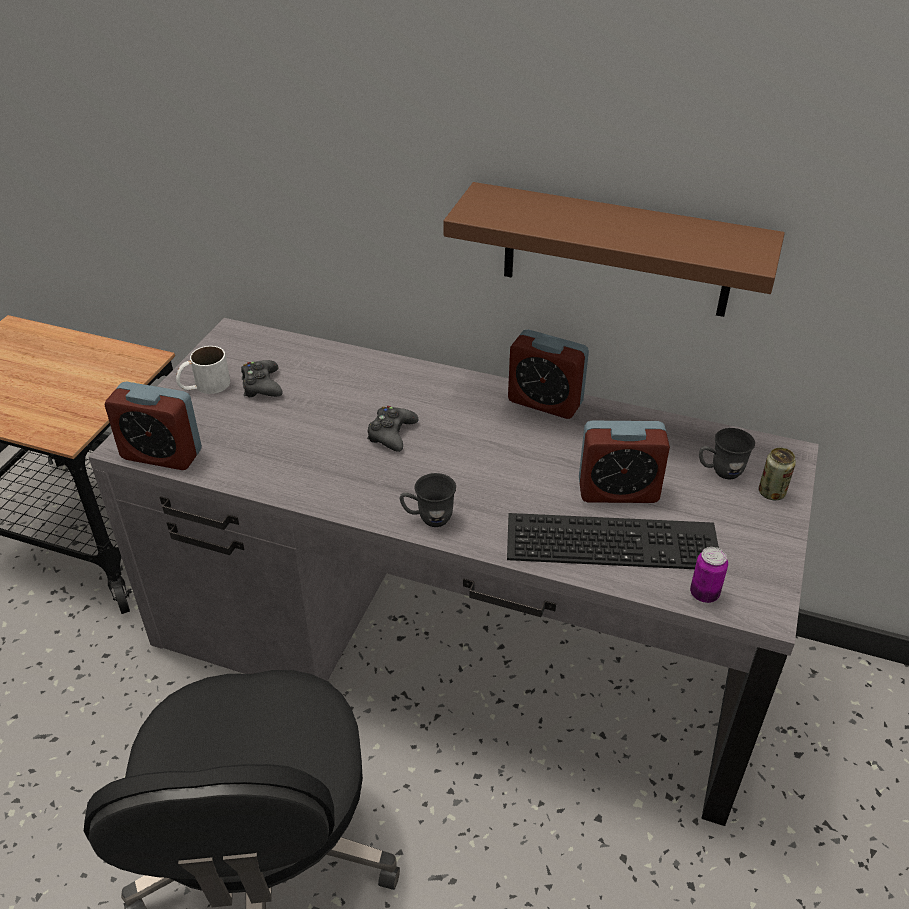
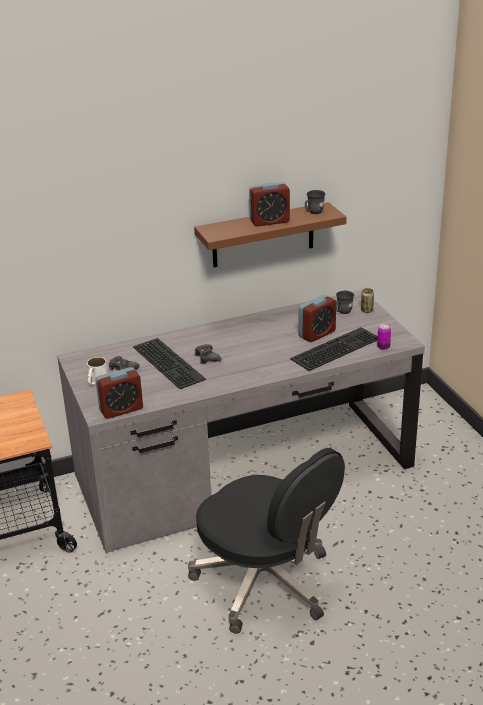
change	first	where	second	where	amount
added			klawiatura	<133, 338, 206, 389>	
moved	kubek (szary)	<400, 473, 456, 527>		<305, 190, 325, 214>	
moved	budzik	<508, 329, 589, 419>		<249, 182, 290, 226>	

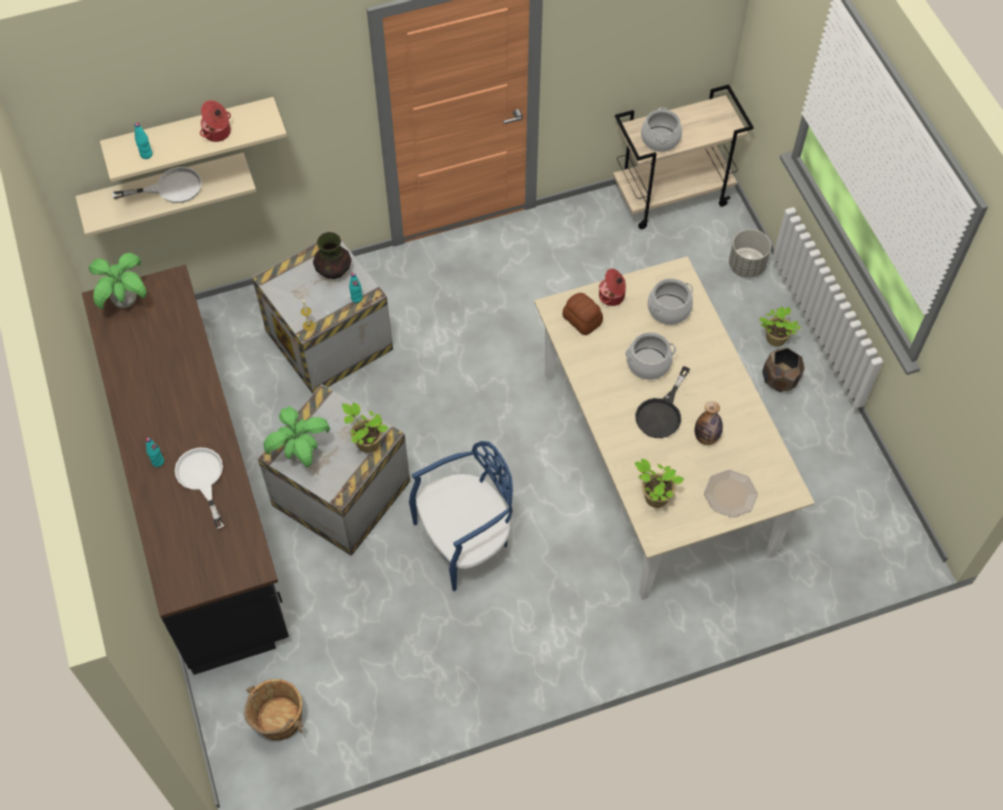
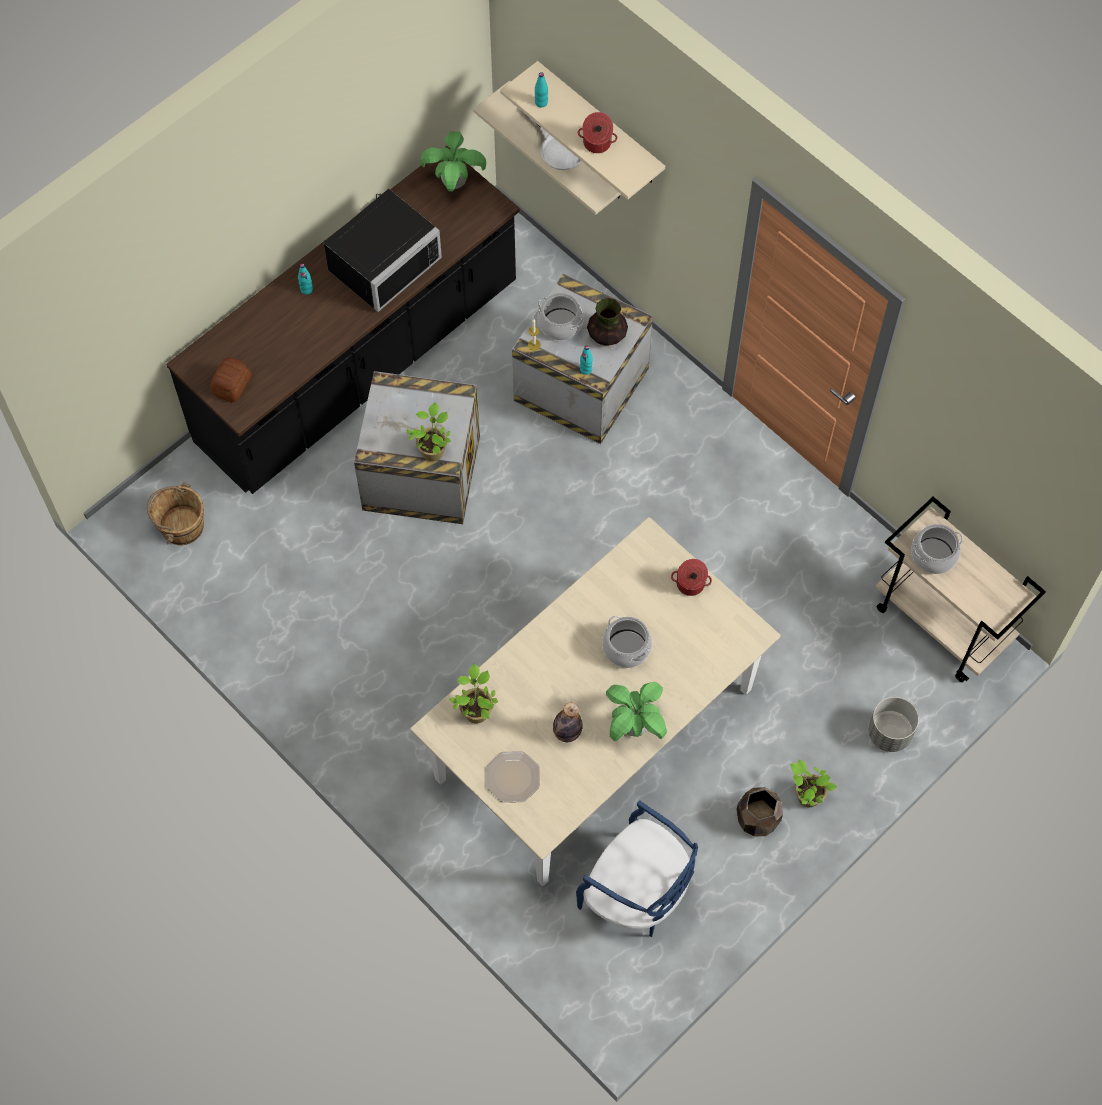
change	first	where	second	where	amount
removed	patelnia (biały)	<175, 448, 224, 529>			
removed	patelnia (czarny)	<635, 366, 690, 438>			
added			mikrofalówka (czarny)	<324, 189, 442, 312>	
moved	roślina doniczkowa	<263, 406, 330, 467>		<606, 682, 667, 741>	
moved	krzesło (niebieski)	<409, 441, 513, 591>		<576, 801, 698, 937>	
moved	chleb	<562, 293, 603, 335>		<211, 357, 252, 402>	
moved	garnek	<648, 278, 693, 325>		<538, 293, 583, 340>	

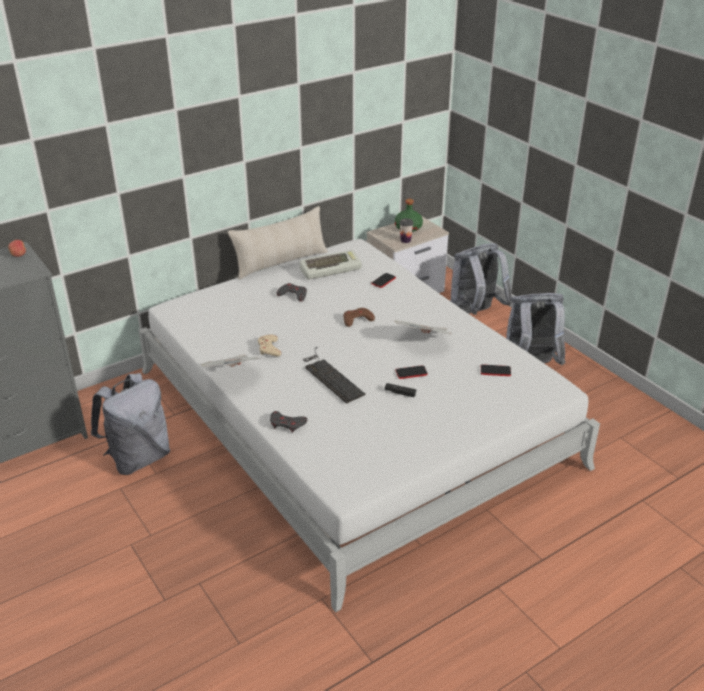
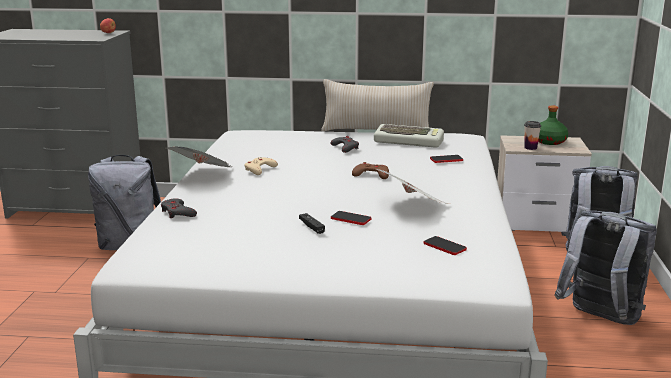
change	first	where	second	where	amount
removed	klawiatura	<304, 347, 366, 404>			

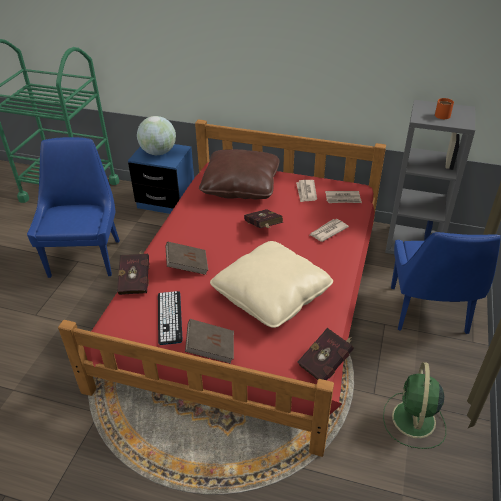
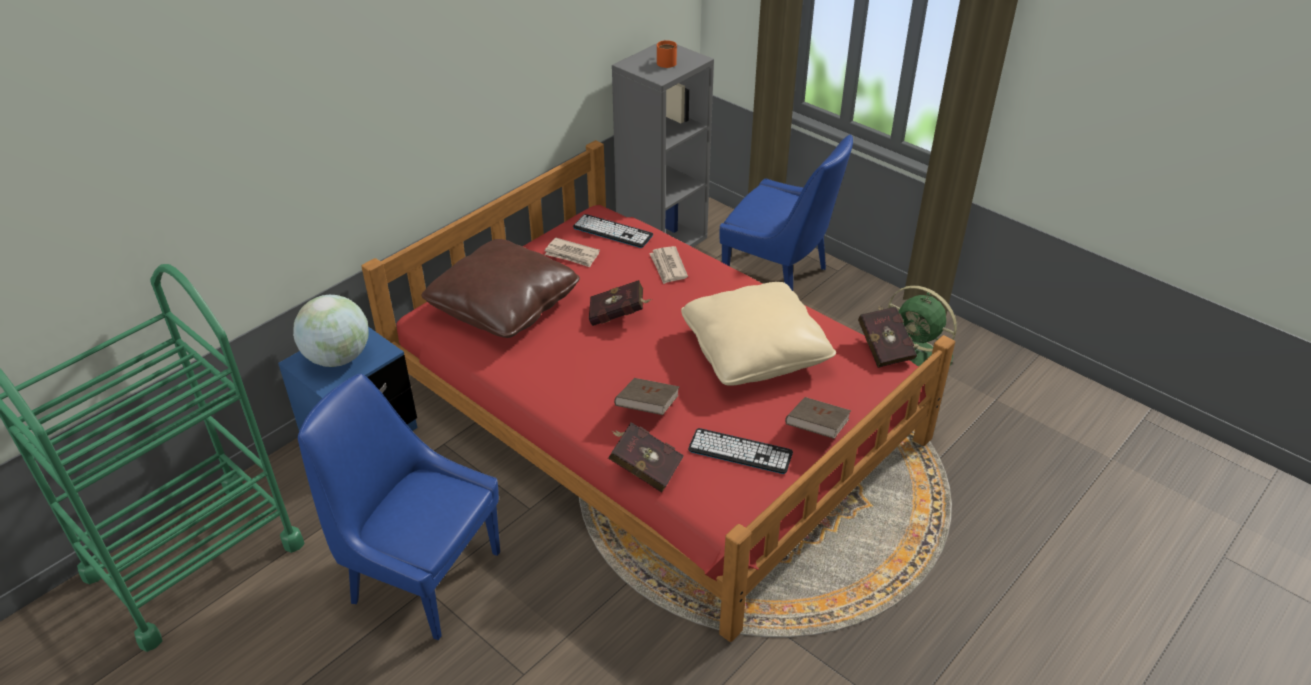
change	first	where	second	where	amount
replaced	gazeta	<325, 191, 362, 203>	klawiatura	<573, 214, 653, 248>	

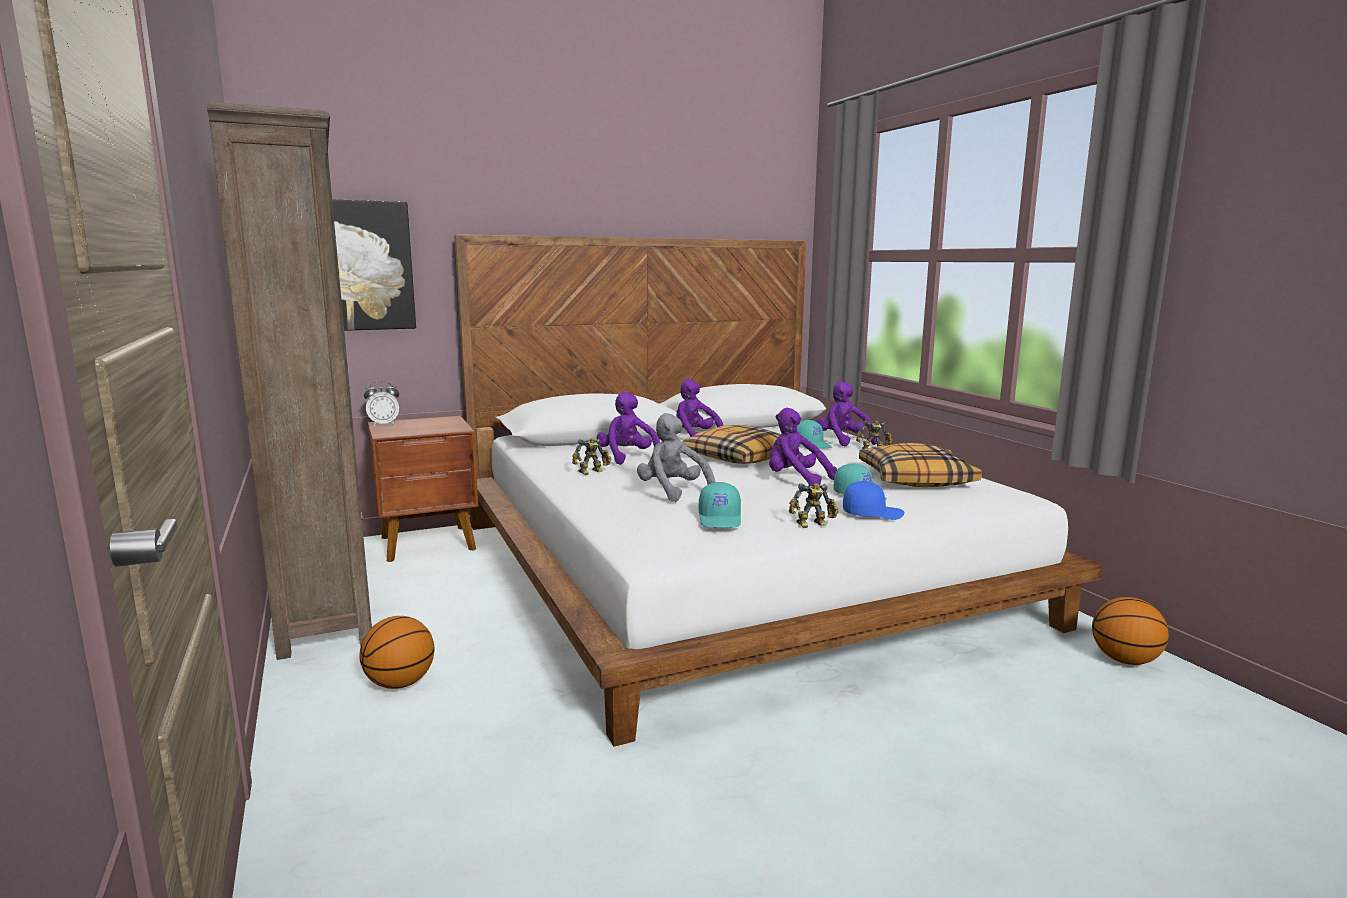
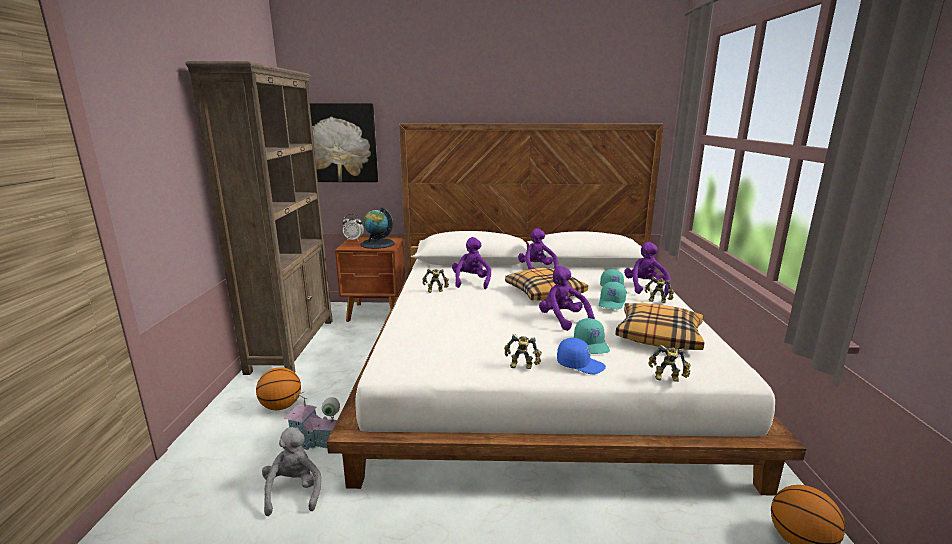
change	first	where	second	where	amount
added			domek	<284, 392, 340, 450>	
added			globus	<360, 207, 395, 249>	
added			robot zabawkowy	<648, 345, 691, 382>	
moved	pluszak (szary)	<637, 413, 716, 502>		<262, 427, 321, 516>	
moved	czapka z daszkiem (turkusowy)	<699, 482, 741, 527>		<599, 282, 626, 309>	

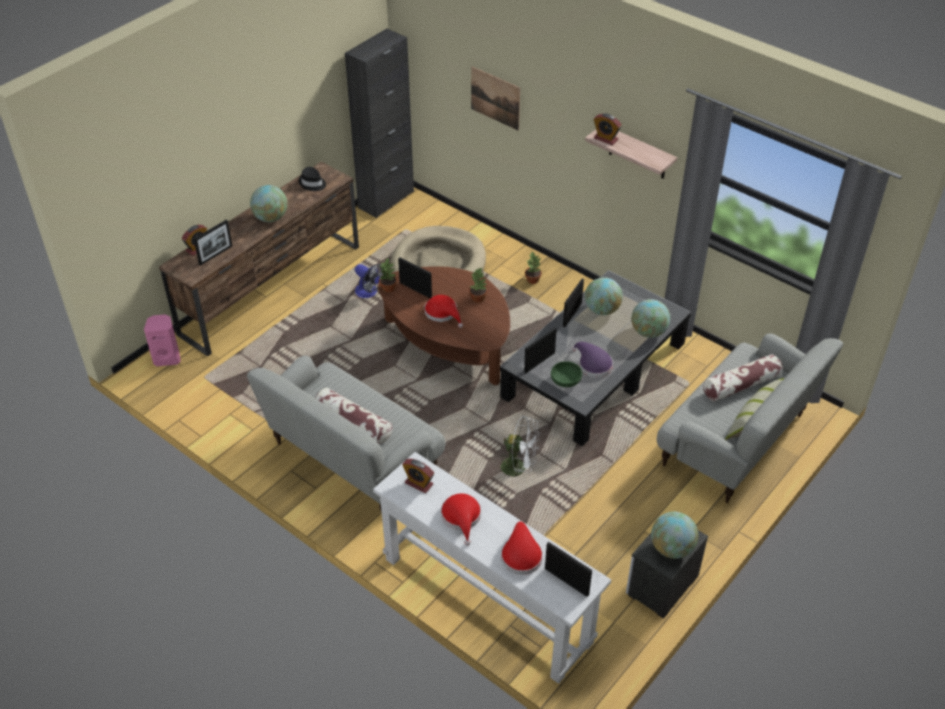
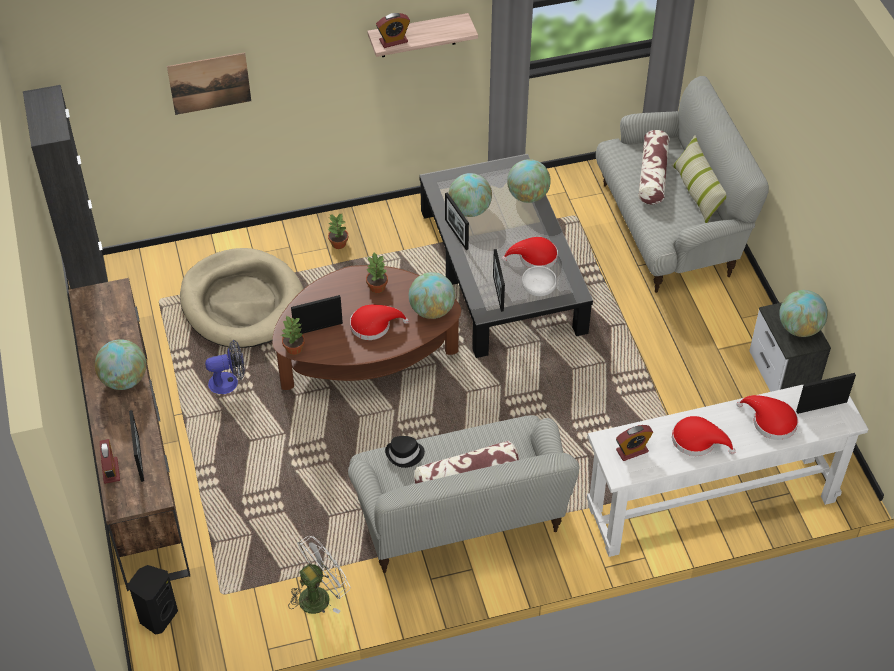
change	first	where	second	where	amount
added			globus	<409, 272, 455, 319>	
moved	kapelusz (czarny)	<299, 167, 326, 191>		<385, 436, 425, 468>	
moved	wentylator (biały)	<499, 416, 540, 478>		<288, 536, 350, 614>	
recoloured	głośnik (różowy)	<144, 314, 181, 367>	głośnik (czarny)	<130, 565, 178, 635>	
recoloured	miska (zielony)	<551, 361, 582, 387>	miska (biały)	<522, 266, 557, 296>	
recoloured	kapelusz (fioletowy)	<571, 342, 613, 377>	kapelusz (czerwony)	<502, 237, 558, 268>	

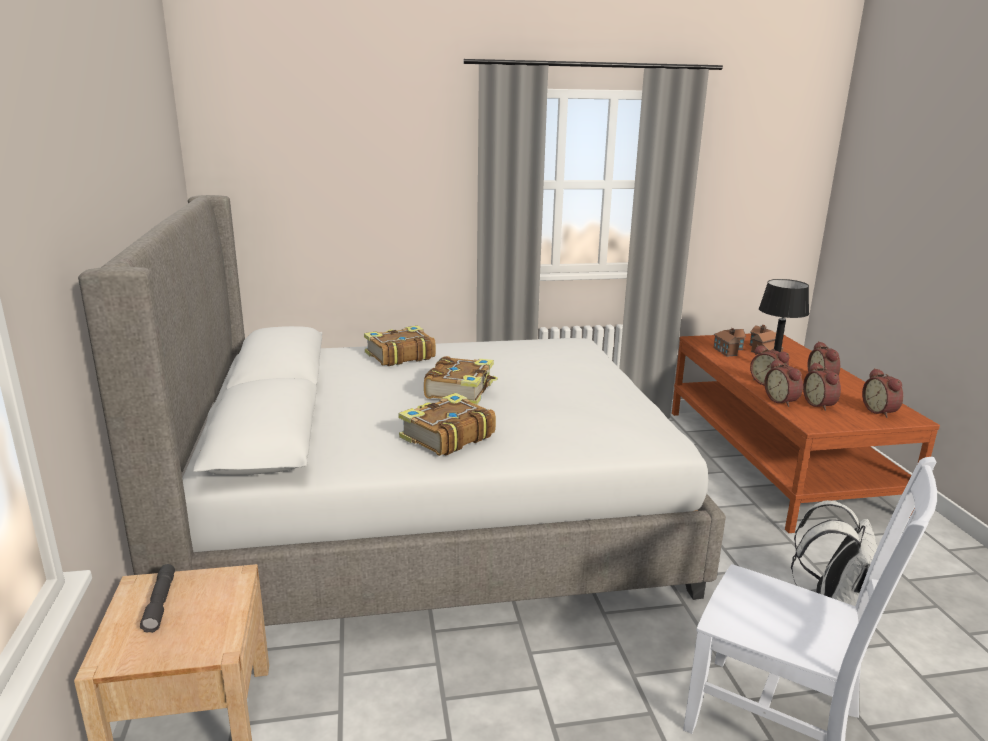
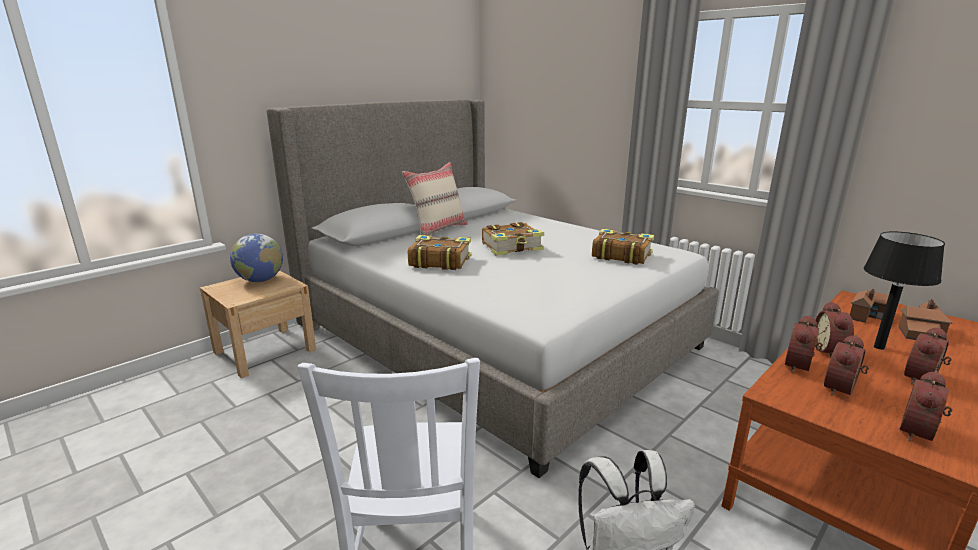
change	first	where	second	where	amount
added			poduszka (beżowy)	<402, 162, 468, 236>	
moved	książka	<364, 325, 436, 366>		<592, 229, 654, 265>	
replaced	latarka (szary)	<140, 564, 175, 633>	globus	<230, 234, 283, 282>	

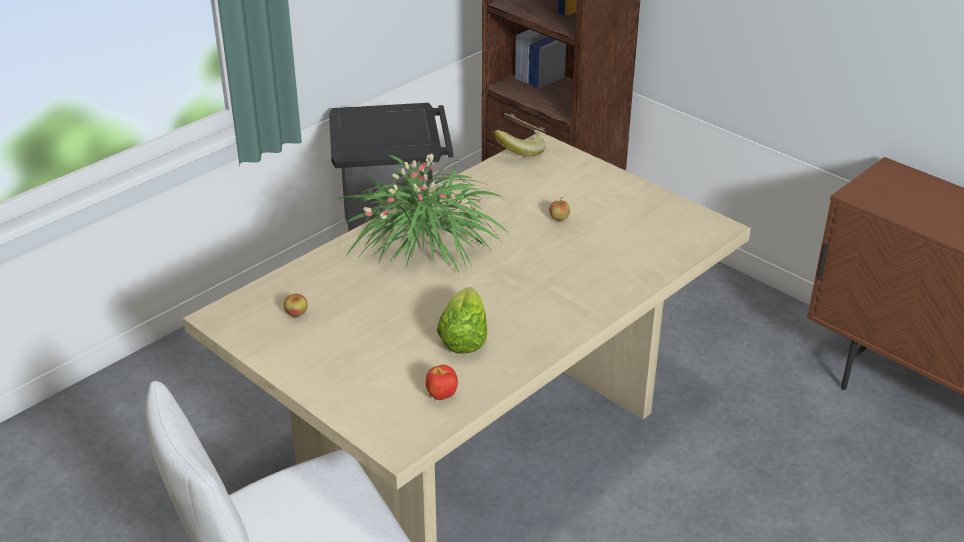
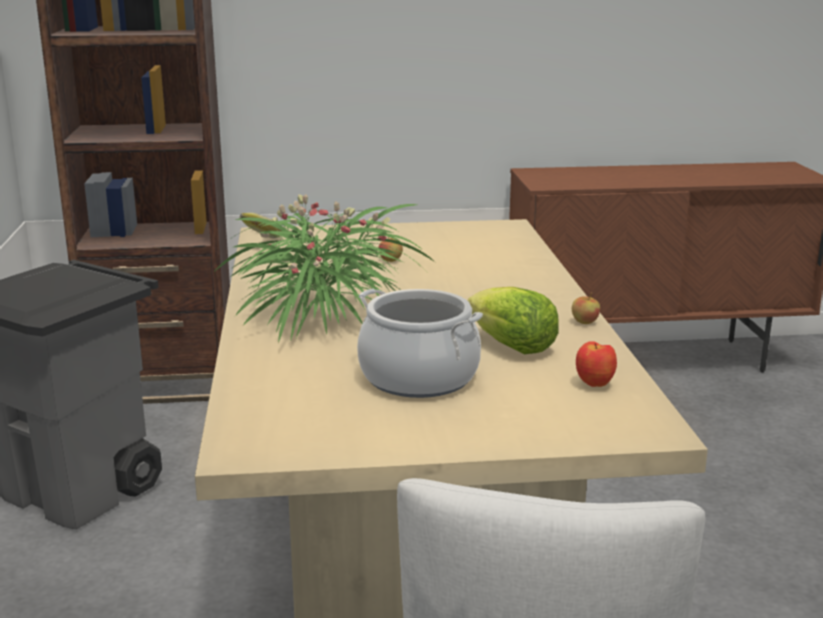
change	first	where	second	where	amount
added			garnek	<357, 289, 483, 398>	
moved	jabłko	<284, 294, 308, 317>		<572, 292, 600, 324>	

